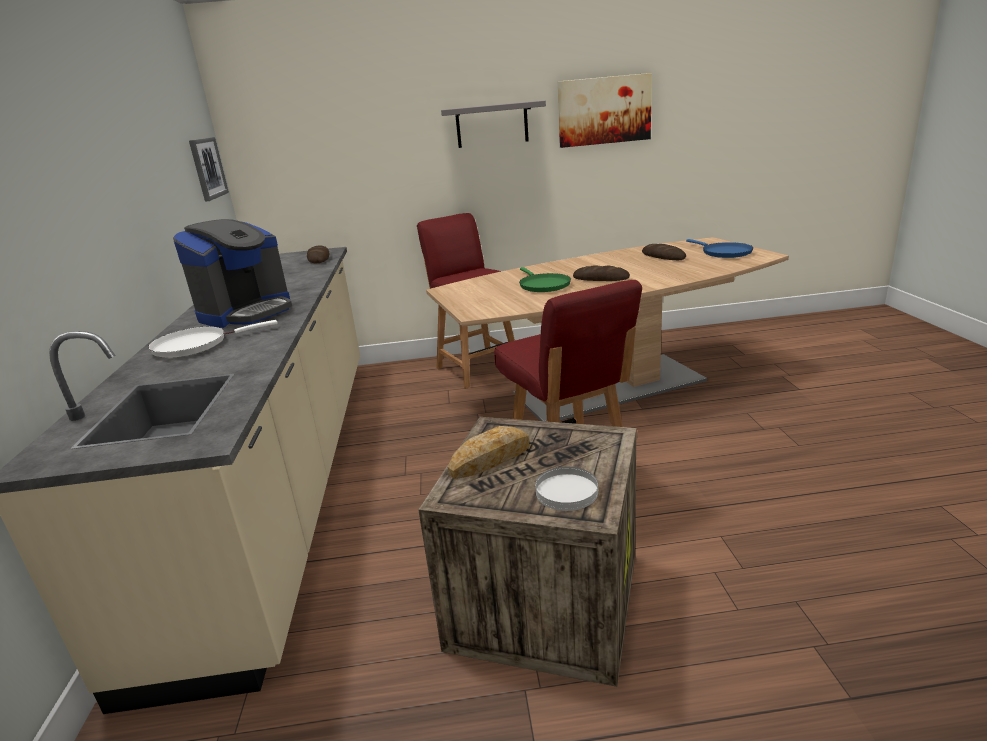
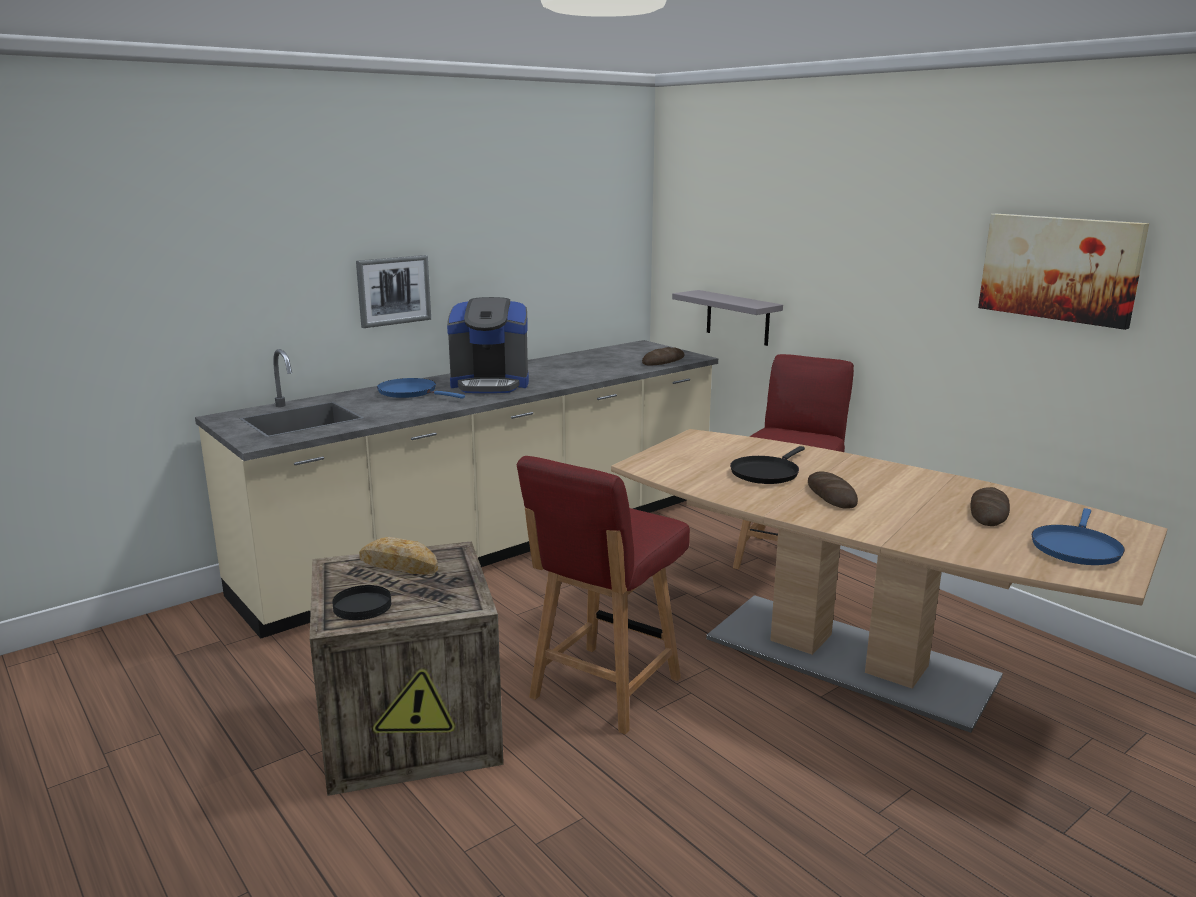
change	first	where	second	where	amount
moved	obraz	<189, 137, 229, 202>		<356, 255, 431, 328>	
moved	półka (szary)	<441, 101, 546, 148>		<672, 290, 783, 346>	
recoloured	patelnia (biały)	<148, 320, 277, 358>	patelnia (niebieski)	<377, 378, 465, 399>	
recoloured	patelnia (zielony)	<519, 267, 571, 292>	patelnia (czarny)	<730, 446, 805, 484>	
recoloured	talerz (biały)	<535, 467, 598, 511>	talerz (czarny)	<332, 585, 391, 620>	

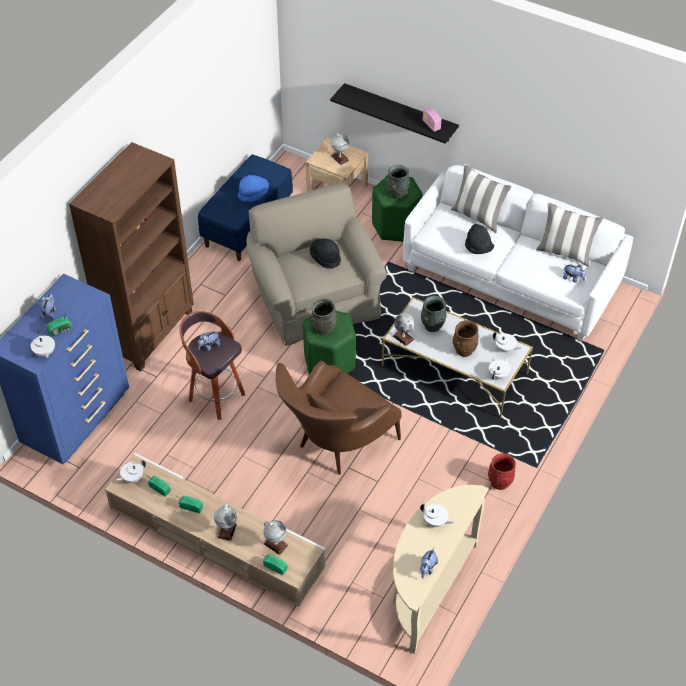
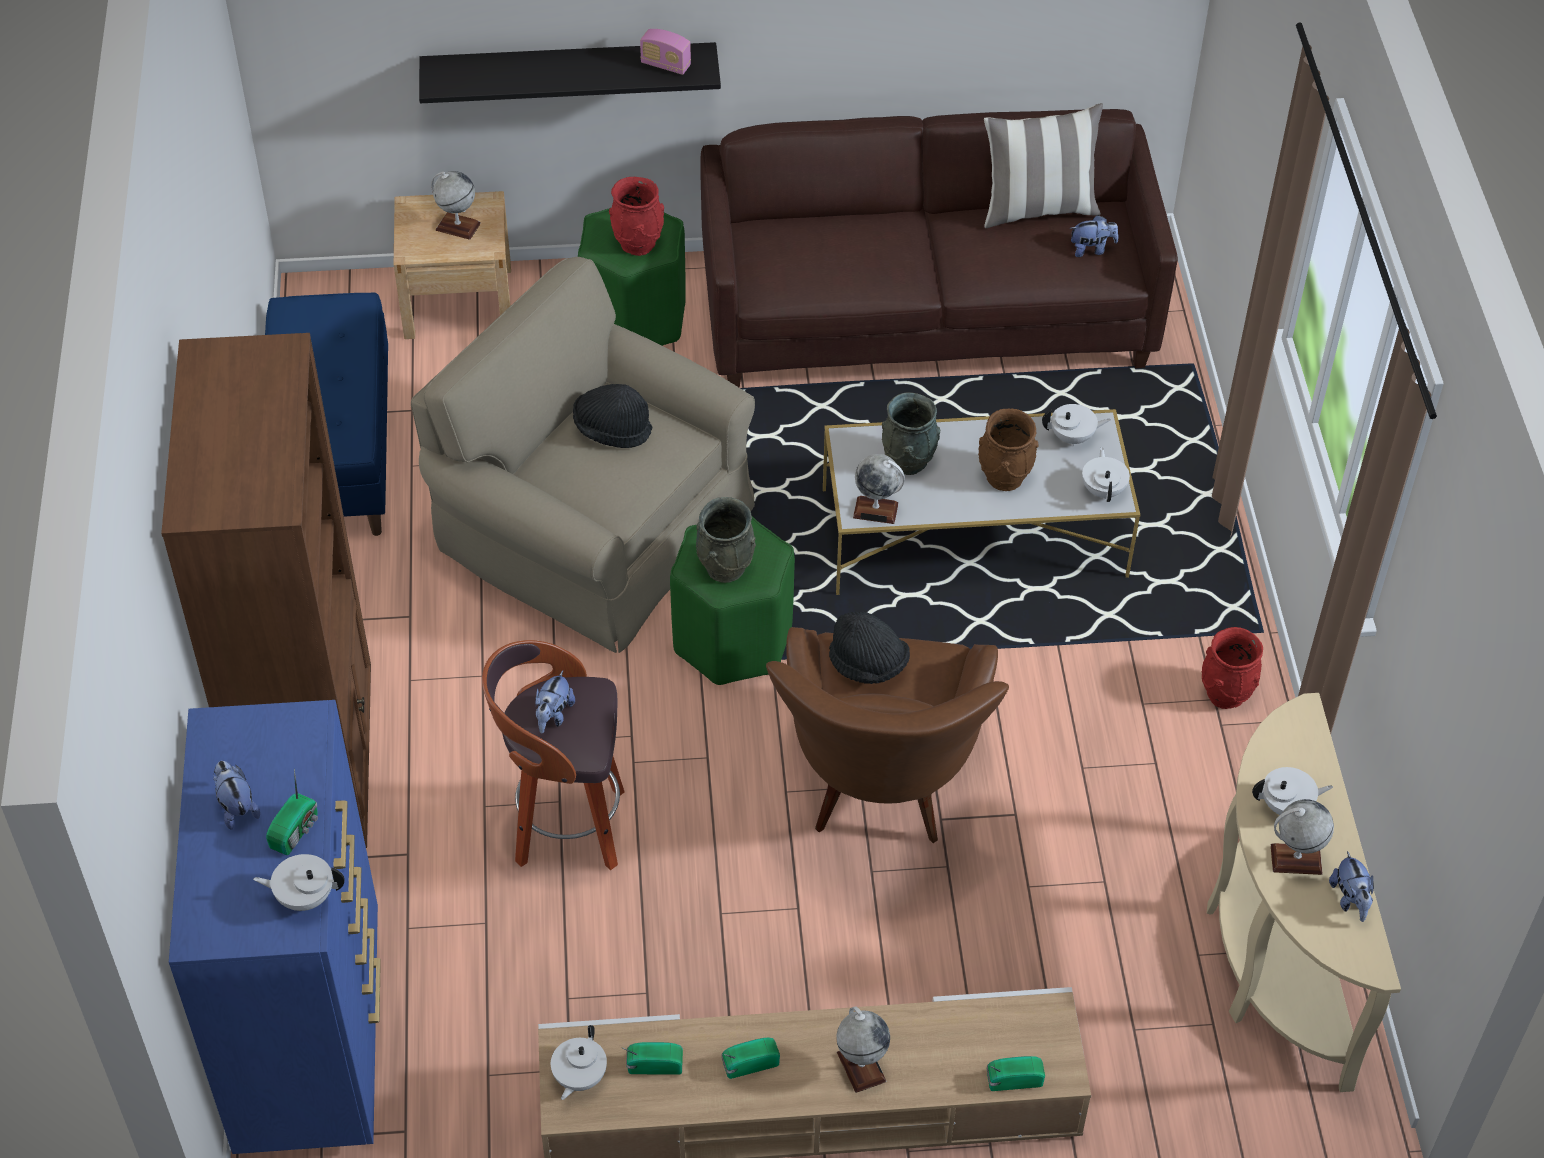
change	first	where	second	where	amount
removed	kapelusz (niebieski)	<238, 175, 269, 202>			
removed	poduszka	<451, 164, 511, 233>			
moved	globus	<263, 520, 288, 555>		<1271, 799, 1334, 875>	
moved	kapelusz (czarny)	<465, 224, 494, 254>		<829, 611, 910, 684>	
recoloured	wazon (szary)	<386, 165, 410, 200>	wazon (czerwony)	<609, 177, 664, 256>	
recoloured	kanapa (biały)	<403, 165, 633, 341>	kanapa (brązowy)	<700, 109, 1178, 388>	
turned	imbryk (biały)	<31, 330, 55, 358>		<253, 854, 345, 911>	150 degrees clockwise

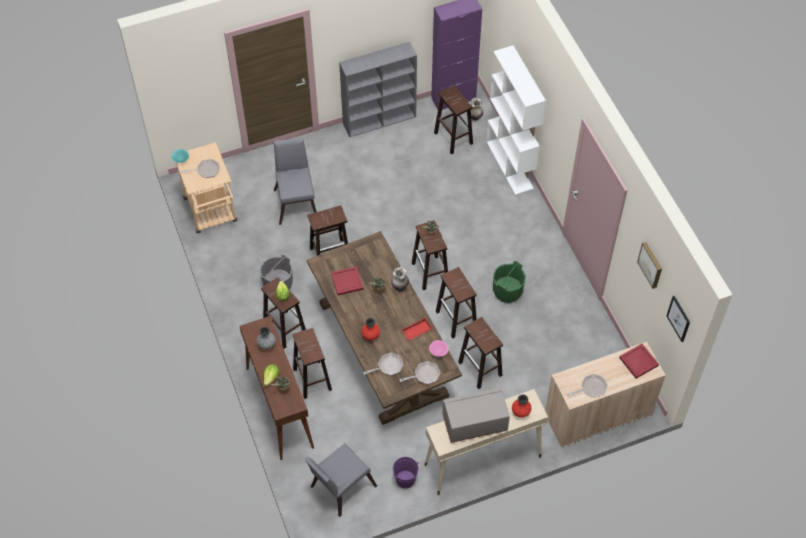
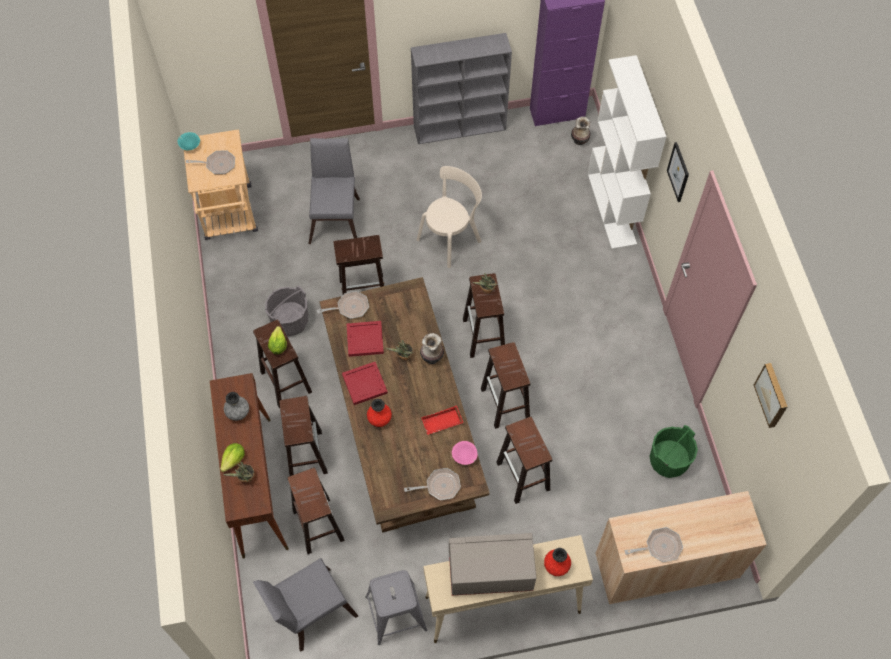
change	first	where	second	where	amount
added			krzesło (beżowy)	<417, 166, 482, 268>	
moved	patelnia	<363, 352, 404, 375>		<317, 291, 369, 319>	
moved	stołek (brązowy)	<434, 85, 473, 155>		<287, 468, 345, 554>	
moved	wiadro (zielony)	<493, 261, 526, 303>		<649, 425, 698, 478>	
moved	taca (czerwony)	<619, 344, 659, 379>		<342, 362, 388, 405>	
moved	obraz	<667, 296, 690, 342>		<667, 142, 689, 202>	
replaced	wiadro (fioletowy)	<393, 457, 419, 488>	stołek (szary)	<365, 570, 427, 645>	

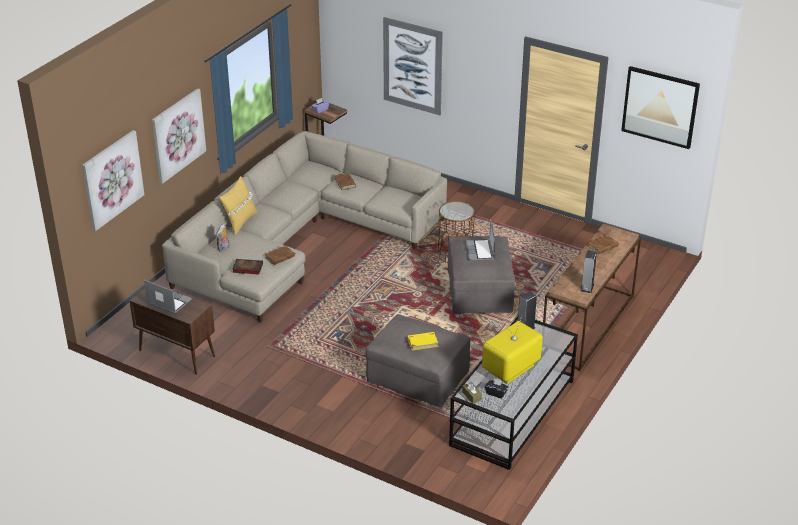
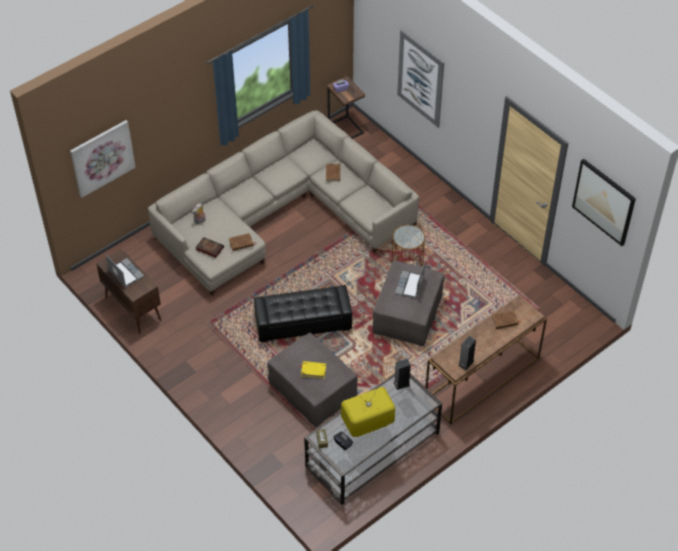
change	first	where	second	where	amount
removed	obraz	<152, 88, 206, 184>			
removed	poduszka (żółty)	<220, 176, 257, 235>			
added			pufa (czarny)	<254, 285, 352, 342>	

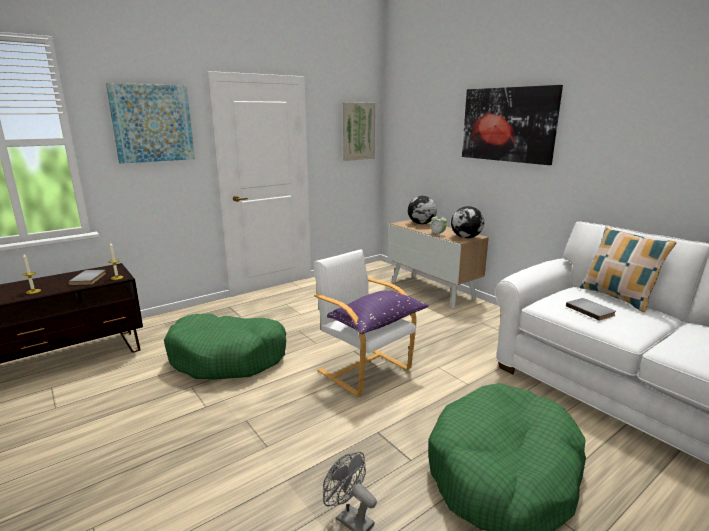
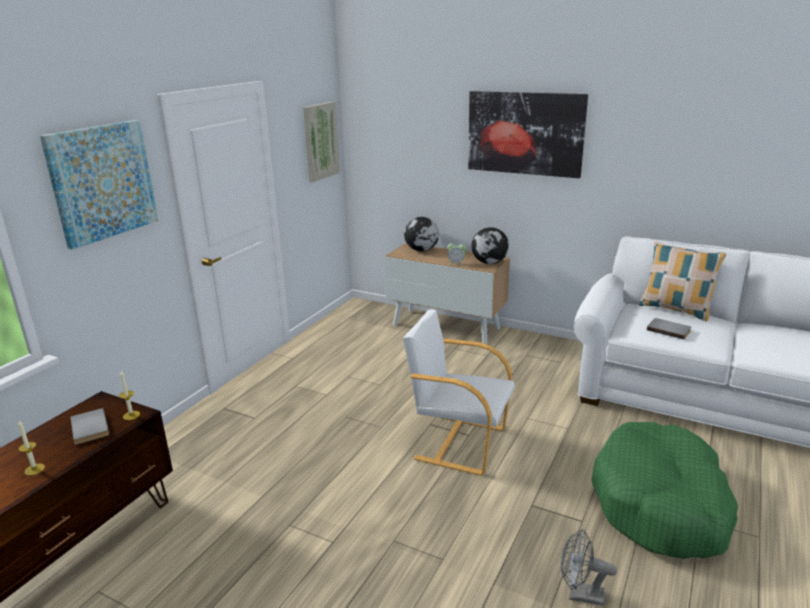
change	first	where	second	where	amount
removed	legowisko (zielony)	<164, 314, 286, 379>			
removed	poduszka (fioletowy)	<327, 290, 429, 334>			

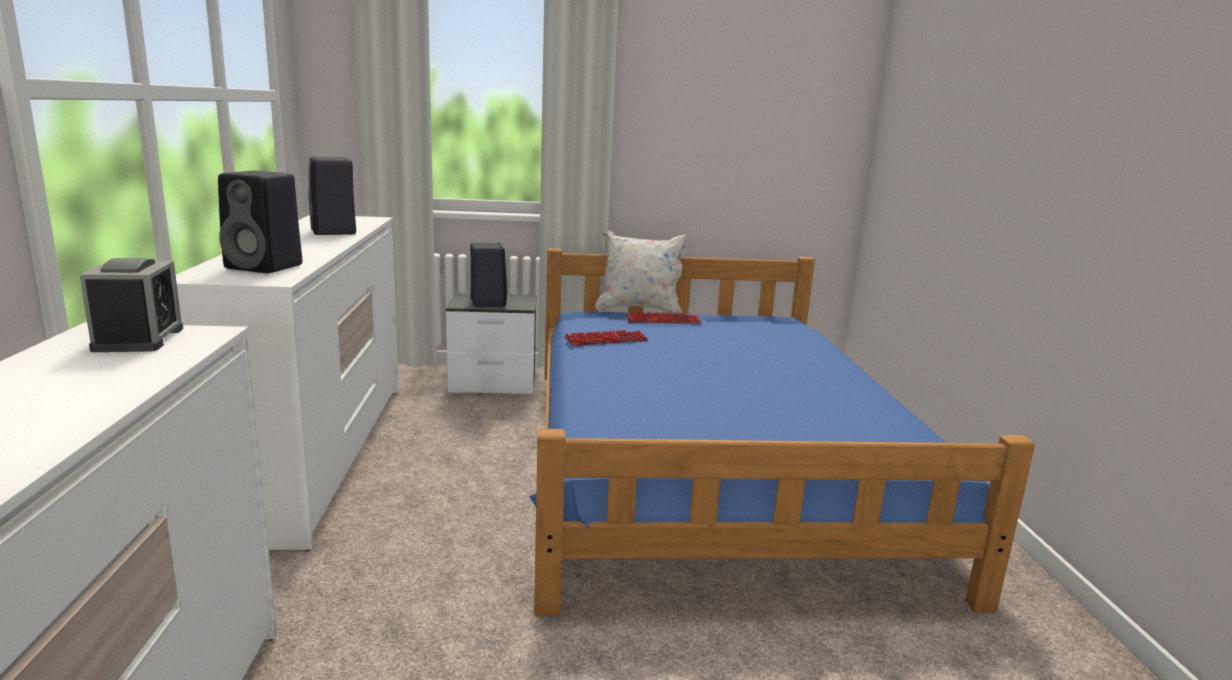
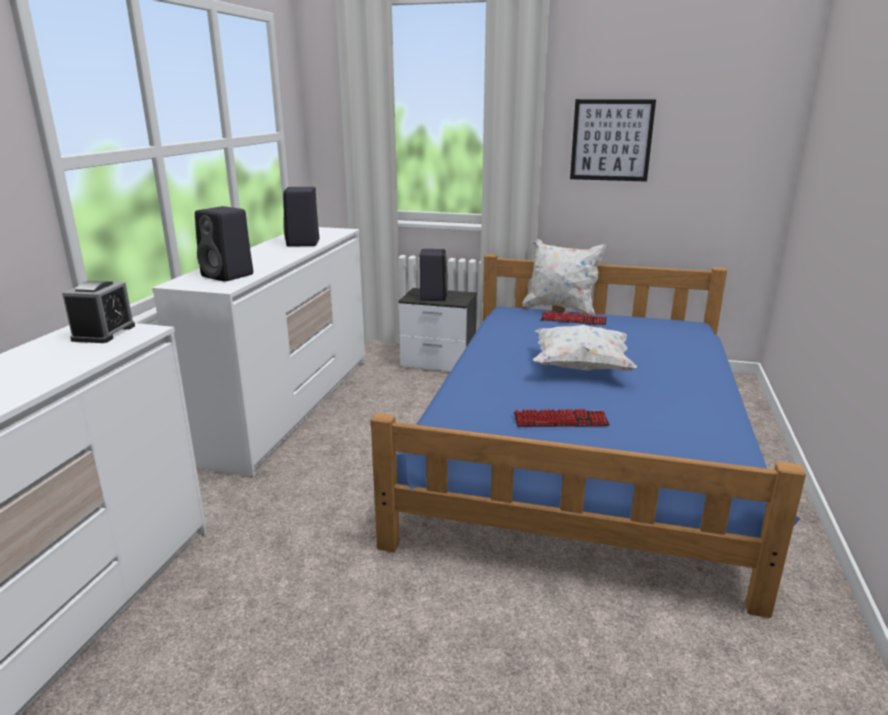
change	first	where	second	where	amount
added			poduszka (biały)	<533, 325, 637, 371>	
added			obraz	<570, 99, 656, 182>	
moved	klawiatura	<564, 330, 648, 346>		<514, 409, 609, 427>	

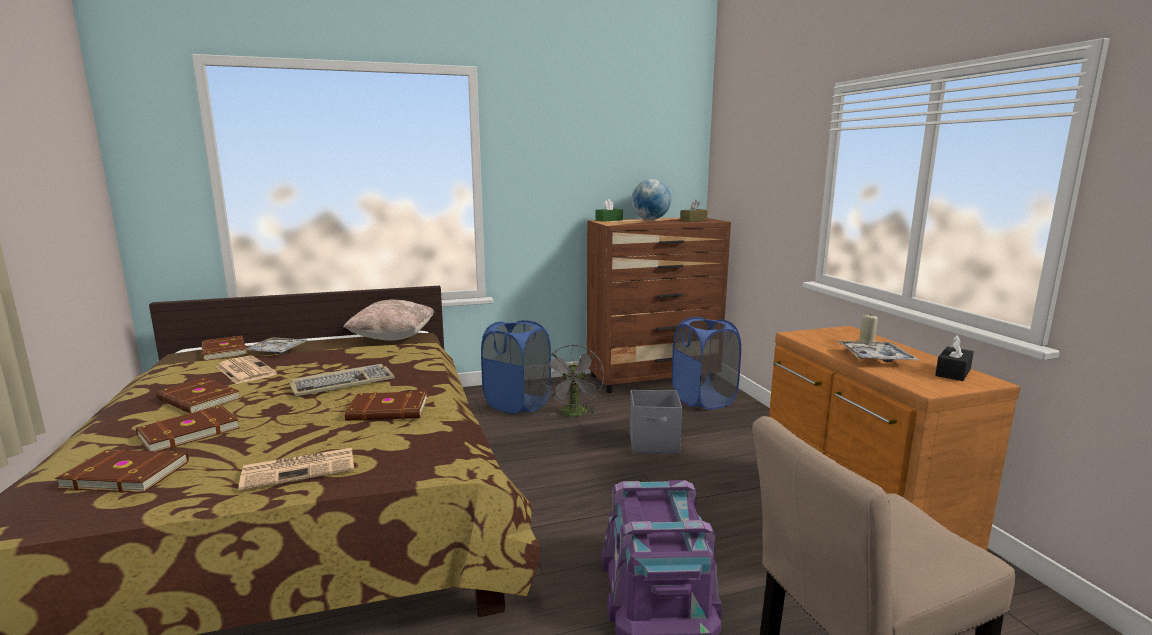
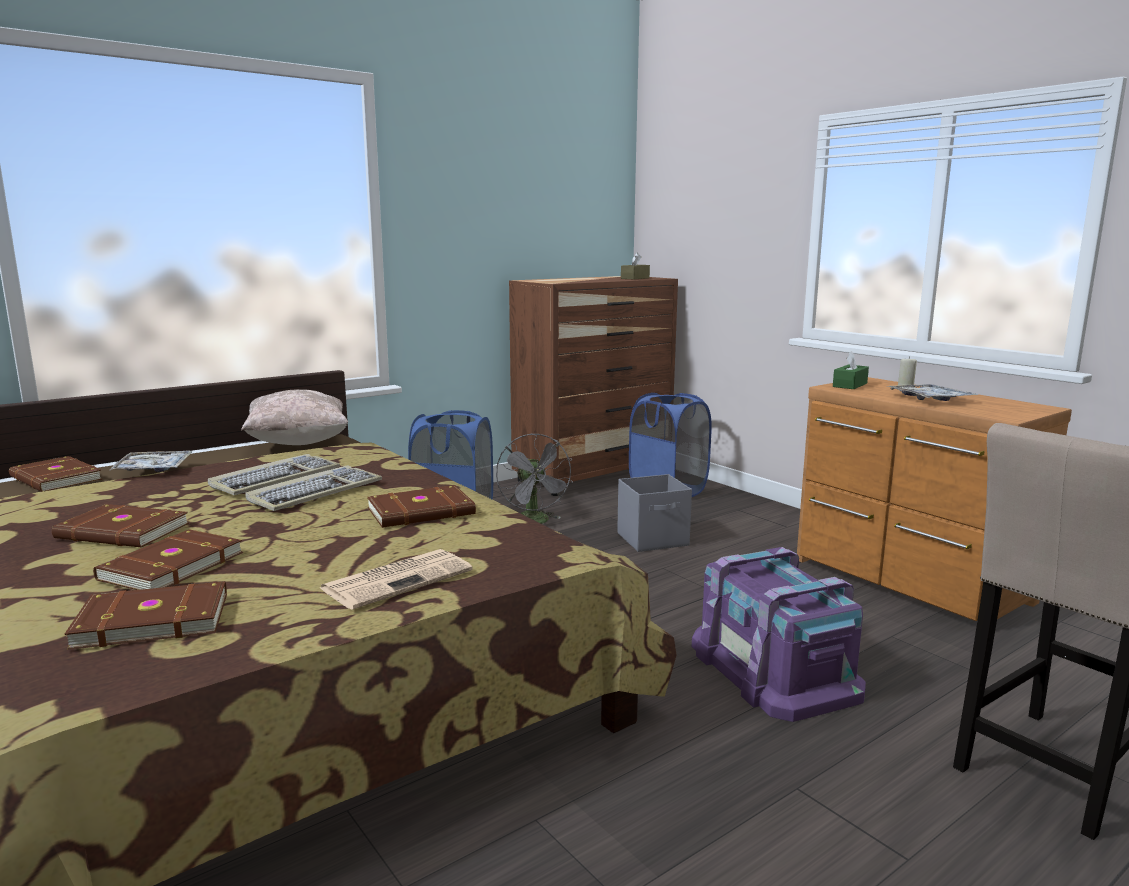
change	first	where	second	where	amount
removed	gazeta	<216, 356, 277, 384>			
removed	globus	<631, 179, 671, 220>			
removed	pudełko chusteczek (czarny)	<935, 335, 974, 381>			
added			klawiatura	<208, 454, 340, 495>	
moved	pudełko chusteczek (zielony)	<596, 199, 623, 222>		<833, 351, 869, 389>	

